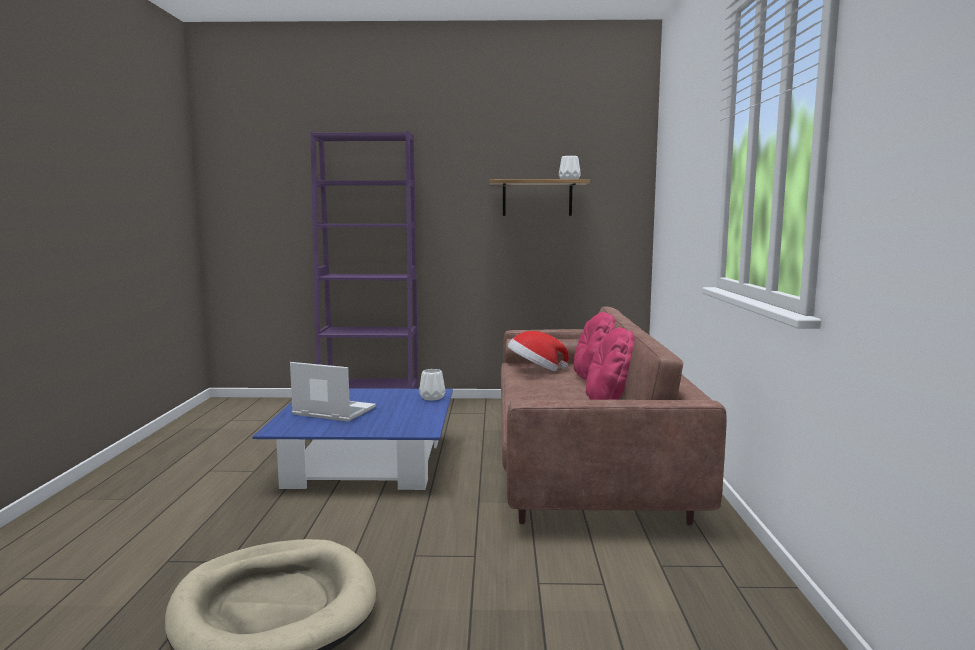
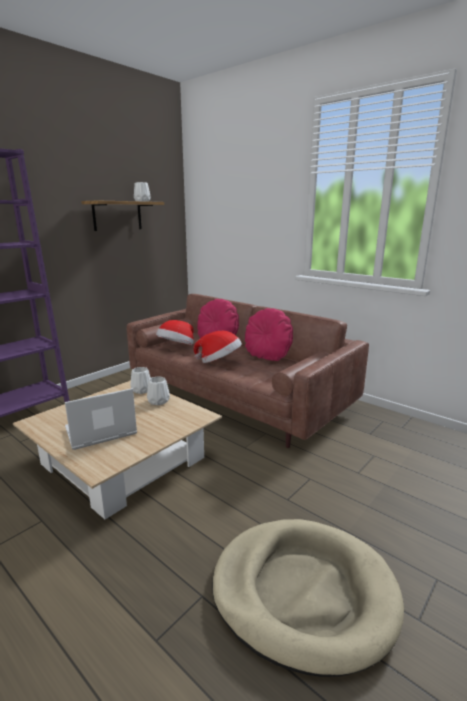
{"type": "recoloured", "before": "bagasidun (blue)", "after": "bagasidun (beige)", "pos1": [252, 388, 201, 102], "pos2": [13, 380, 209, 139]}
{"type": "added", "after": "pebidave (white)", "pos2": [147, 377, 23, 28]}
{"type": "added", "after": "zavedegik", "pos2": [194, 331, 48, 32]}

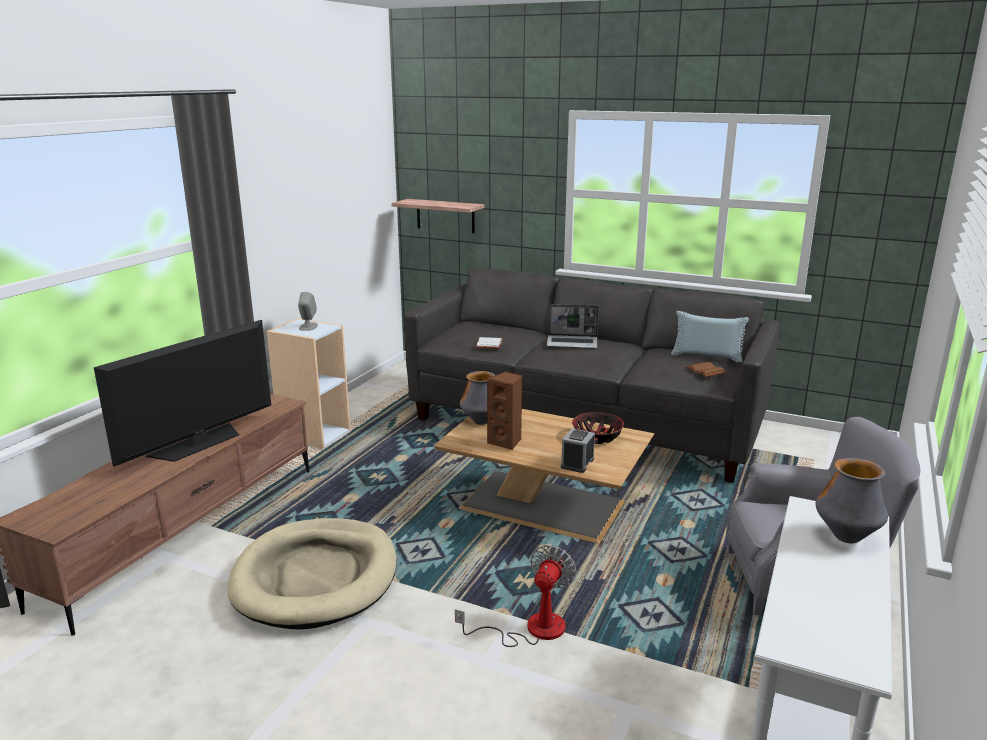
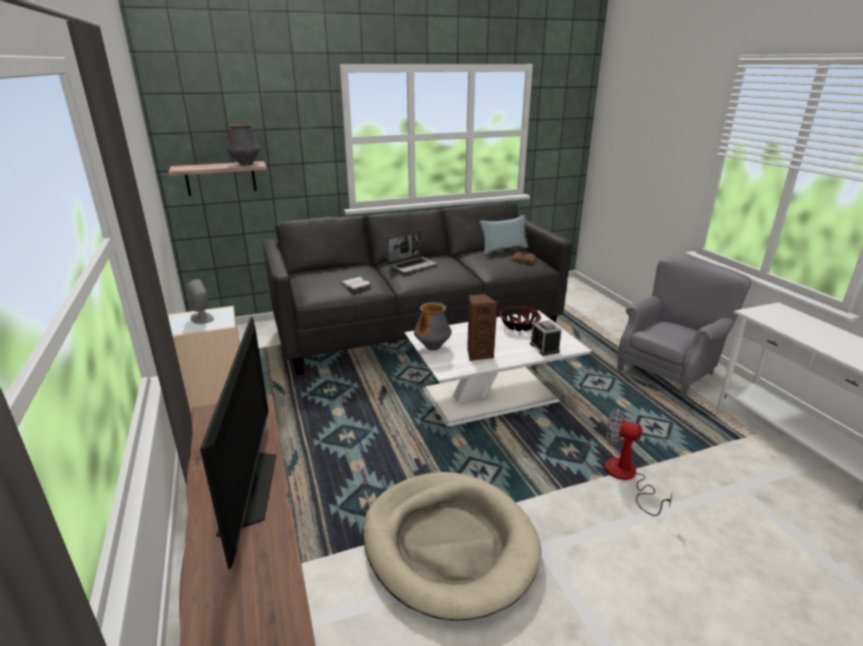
{"type": "moved", "before": "pebidave", "pos1": [815, 458, 73, 85], "pos2": [227, 124, 33, 42]}
{"type": "recoloured", "before": "bagasidun (brown)", "after": "bagasidun (white)", "pos1": [434, 409, 220, 134], "pos2": [404, 311, 187, 116]}
{"type": "turned", "before": "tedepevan", "pos1": [455, 545, 122, 102], "pos2": [605, 408, 67, 108], "turn": -45}

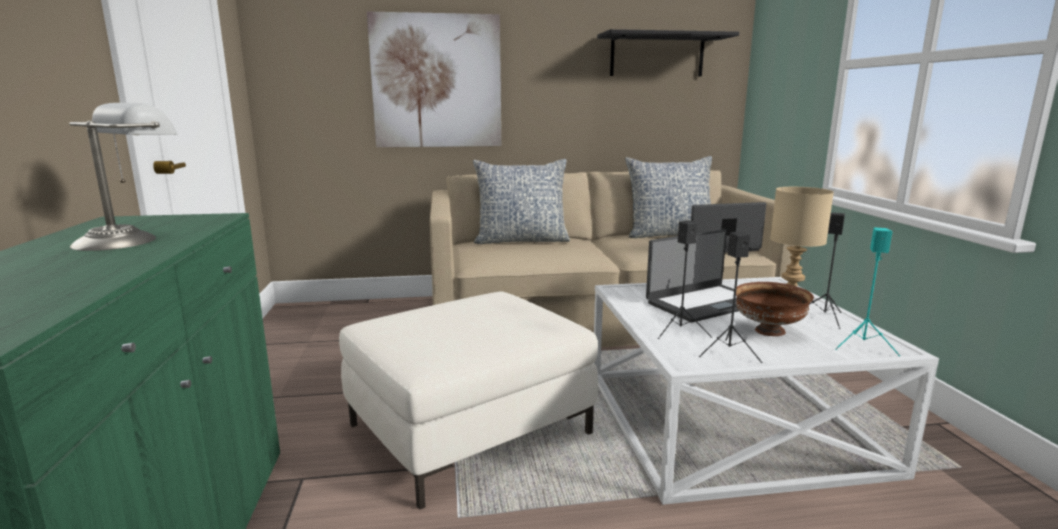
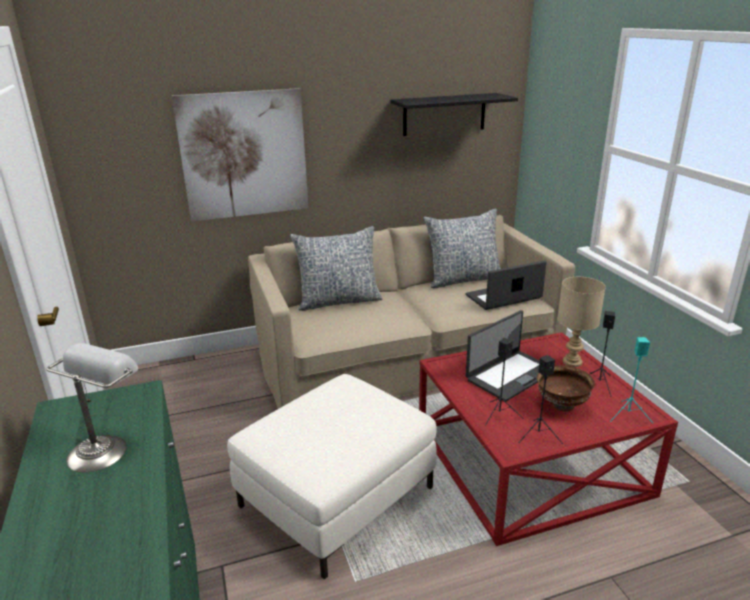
{"type": "recoloured", "before": "bagasidun (white)", "after": "bagasidun (red)", "pos1": [594, 277, 345, 228], "pos2": [419, 332, 259, 214]}

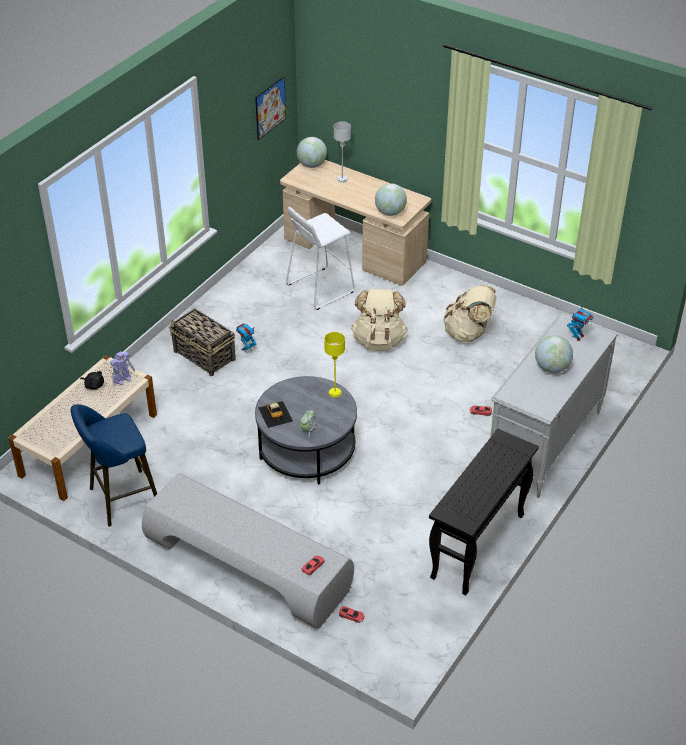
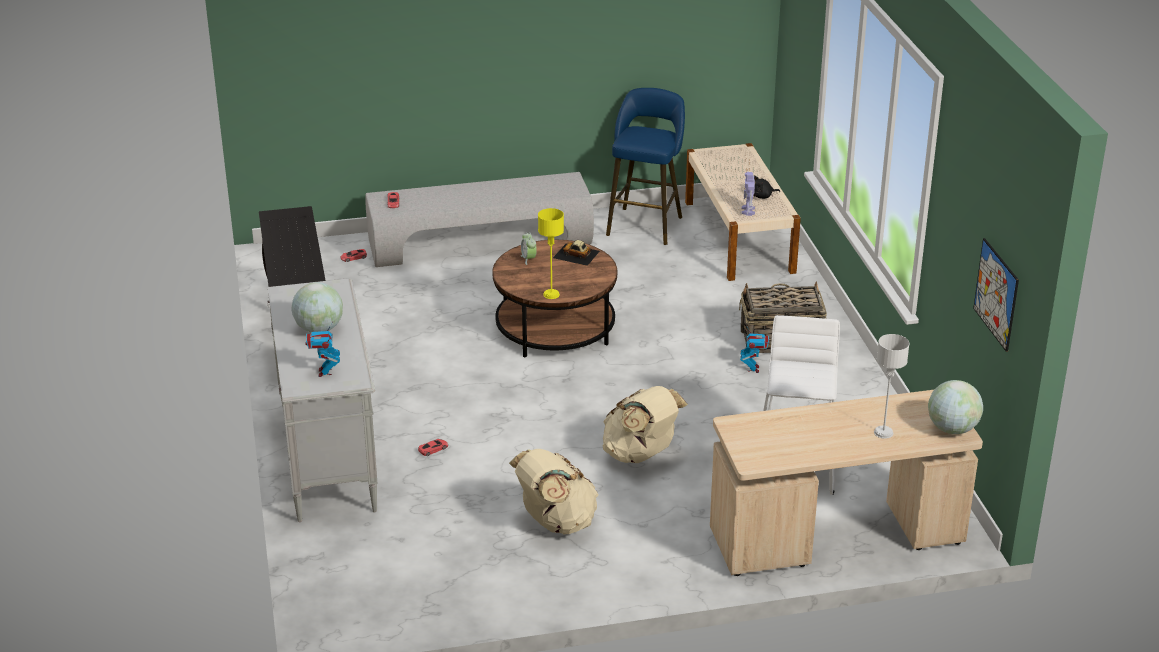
{"type": "recoloured", "before": "bagasidun (grey)", "after": "bagasidun (brown)", "pos1": [255, 376, 102, 109], "pos2": [492, 240, 125, 118]}
{"type": "removed", "before": "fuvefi", "pos1": [375, 183, 32, 33]}

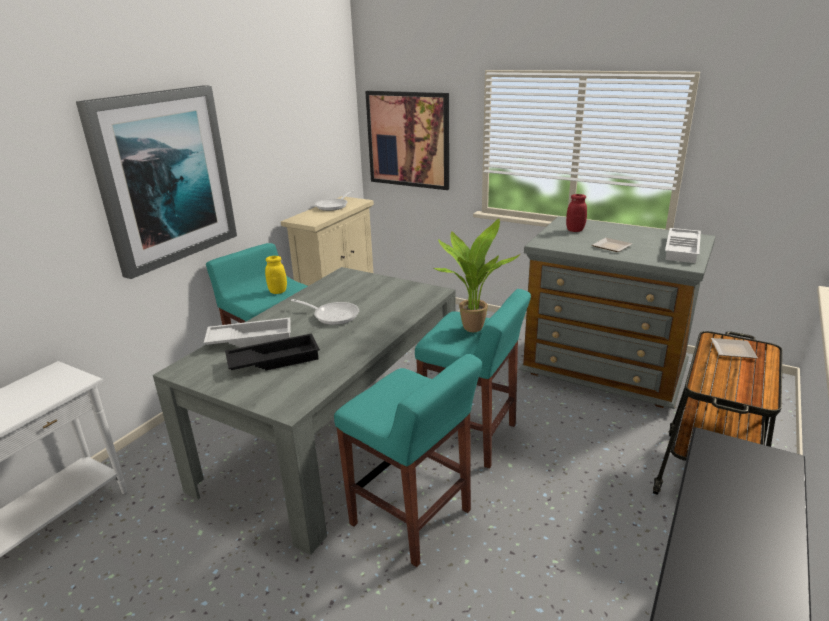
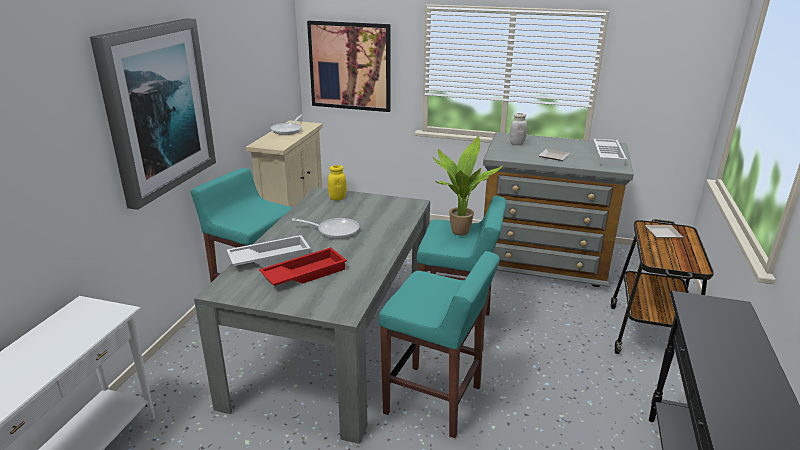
{"type": "recoloured", "before": "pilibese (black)", "after": "pilibese (red)", "pos1": [225, 333, 95, 38], "pos2": [259, 247, 88, 39]}
{"type": "moved", "before": "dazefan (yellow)", "pos1": [265, 256, 22, 38], "pos2": [328, 165, 19, 36]}
{"type": "recoloured", "before": "dazefan (red)", "after": "dazefan (white)", "pos1": [566, 194, 21, 38], "pos2": [510, 113, 17, 32]}

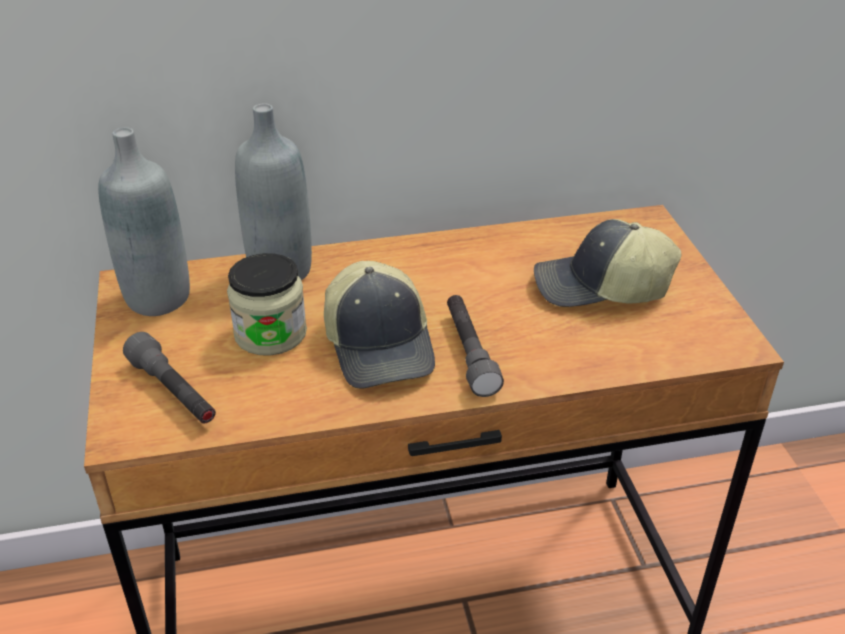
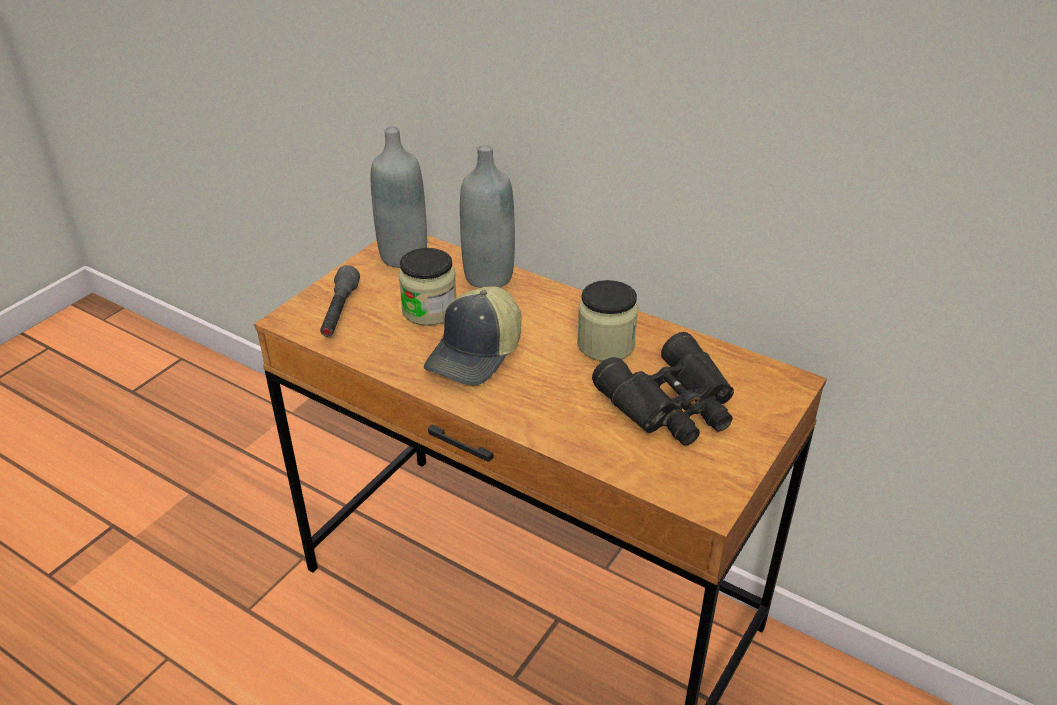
{"type": "added", "after": "dazefan", "pos2": [577, 280, 61, 81]}
{"type": "replaced", "before": "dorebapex", "after": "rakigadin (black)", "pos1": [534, 219, 148, 88], "pos2": [592, 332, 142, 113]}
{"type": "removed", "before": "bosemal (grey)", "pos1": [447, 295, 57, 102]}

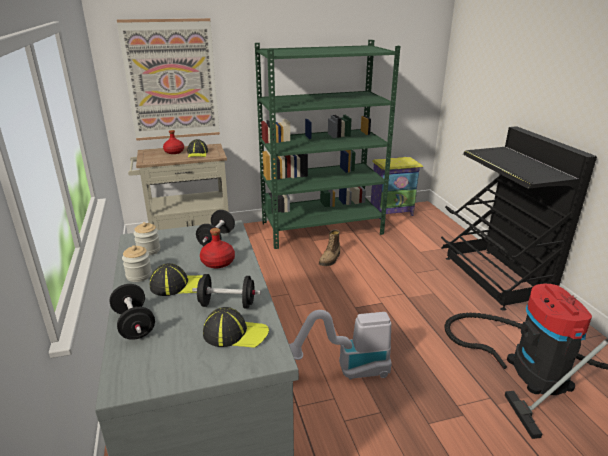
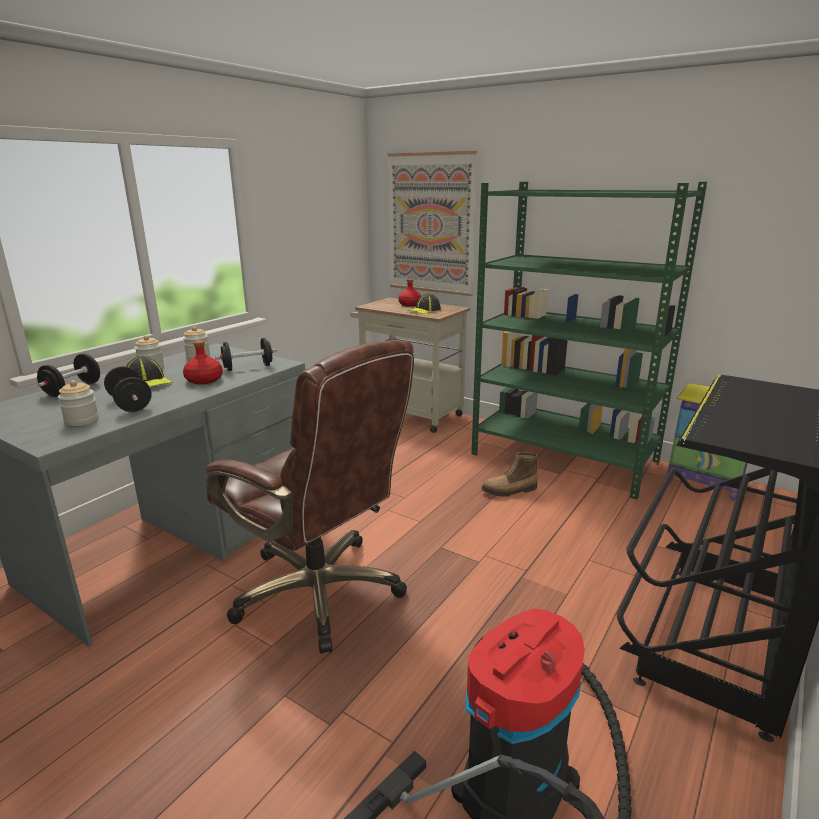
{"type": "replaced", "before": "dorebapex", "after": "dazefan", "pos1": [203, 307, 66, 41], "pos2": [58, 380, 41, 46]}
{"type": "replaced", "before": "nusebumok", "after": "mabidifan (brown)", "pos1": [289, 310, 103, 70], "pos2": [205, 340, 209, 314]}

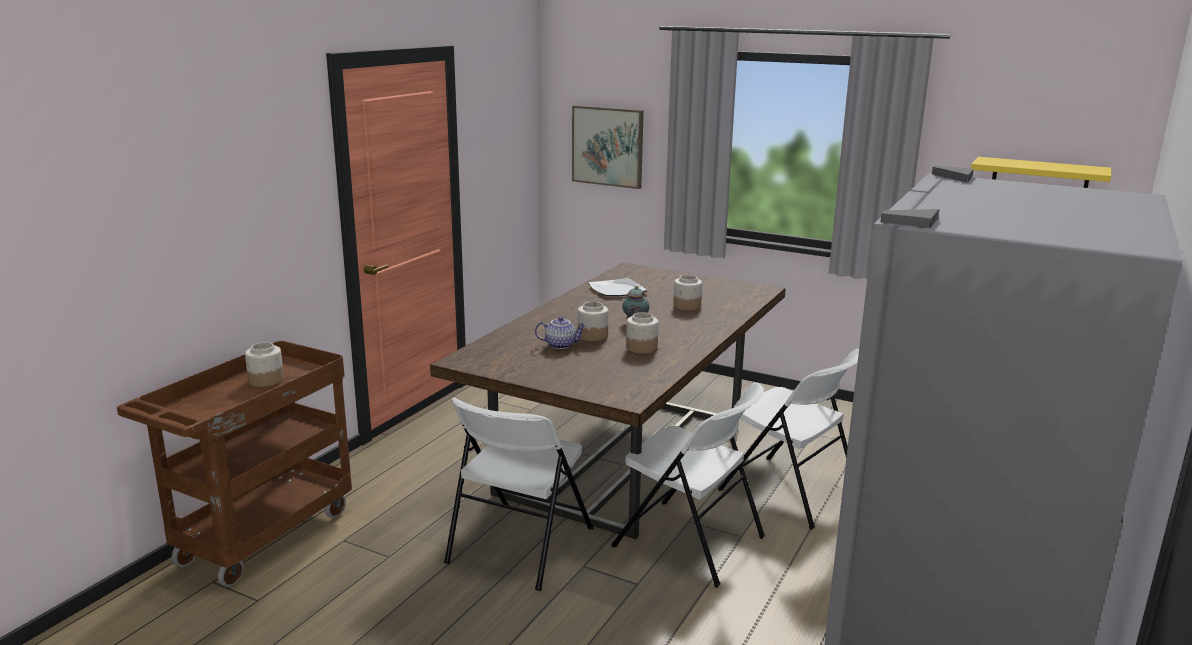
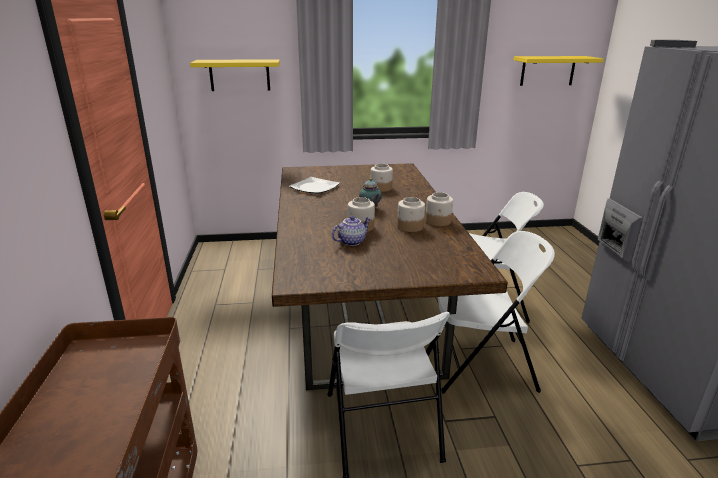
{"type": "replaced", "before": "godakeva", "after": "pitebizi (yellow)", "pos1": [572, 105, 72, 84], "pos2": [190, 59, 90, 32]}
{"type": "moved", "before": "dazefan", "pos1": [245, 342, 39, 45], "pos2": [426, 192, 27, 34]}

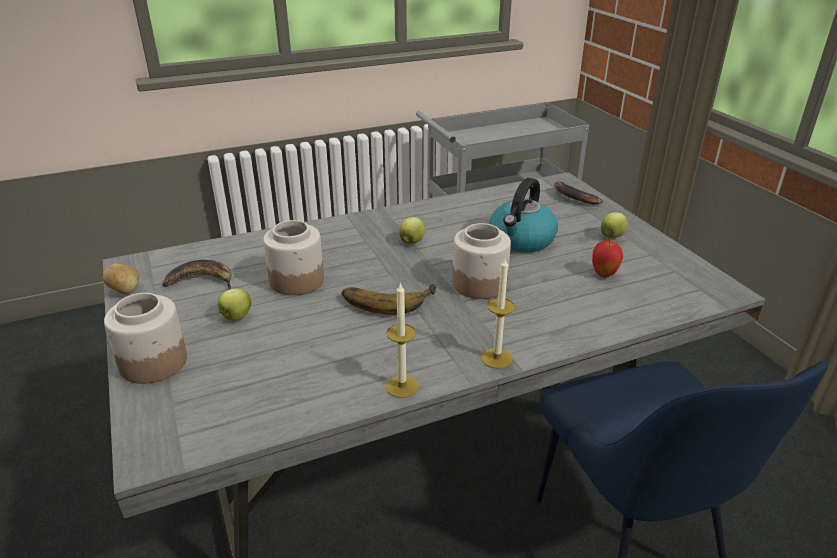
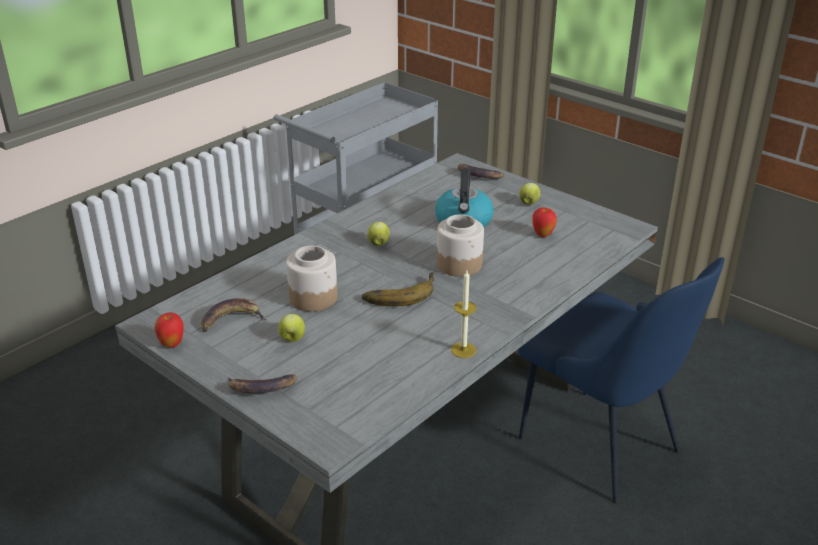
{"type": "replaced", "before": "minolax", "after": "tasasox", "pos1": [103, 264, 36, 31], "pos2": [154, 312, 30, 36]}
{"type": "replaced", "before": "dazefan", "after": "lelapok", "pos1": [104, 293, 83, 91], "pos2": [228, 374, 69, 20]}
{"type": "removed", "before": "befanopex", "pos1": [481, 258, 34, 111]}

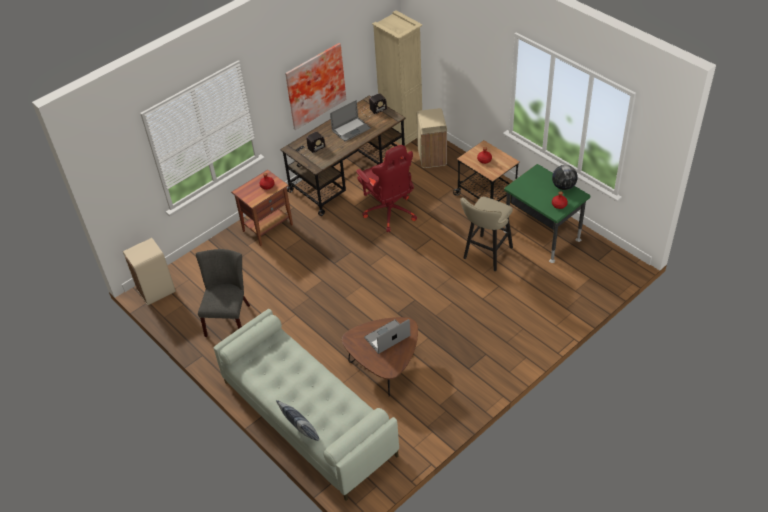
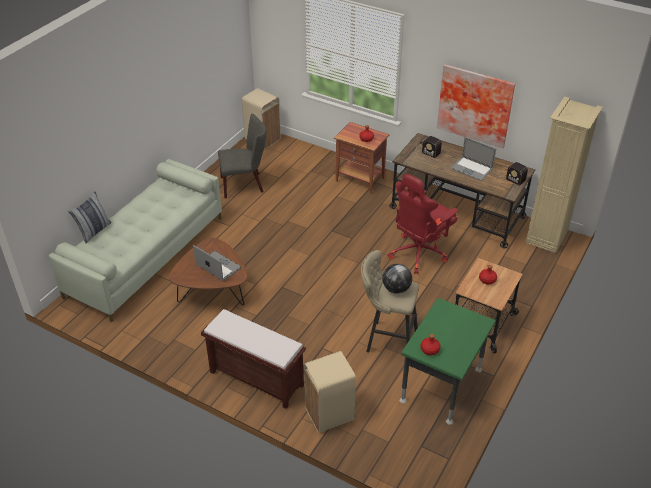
{"type": "added", "after": "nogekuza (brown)", "pos2": [201, 309, 105, 100]}
{"type": "moved", "before": "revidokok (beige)", "pos1": [417, 108, 30, 60], "pos2": [304, 351, 52, 82]}
{"type": "moved", "before": "fuvefi", "pos1": [552, 165, 26, 25], "pos2": [382, 264, 30, 30]}

